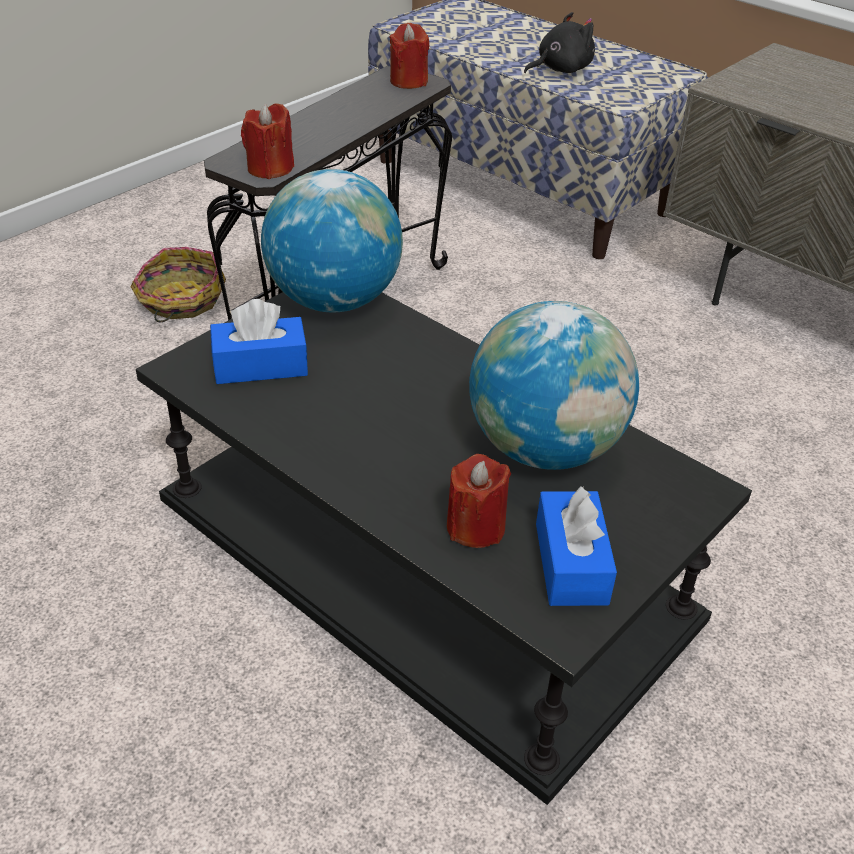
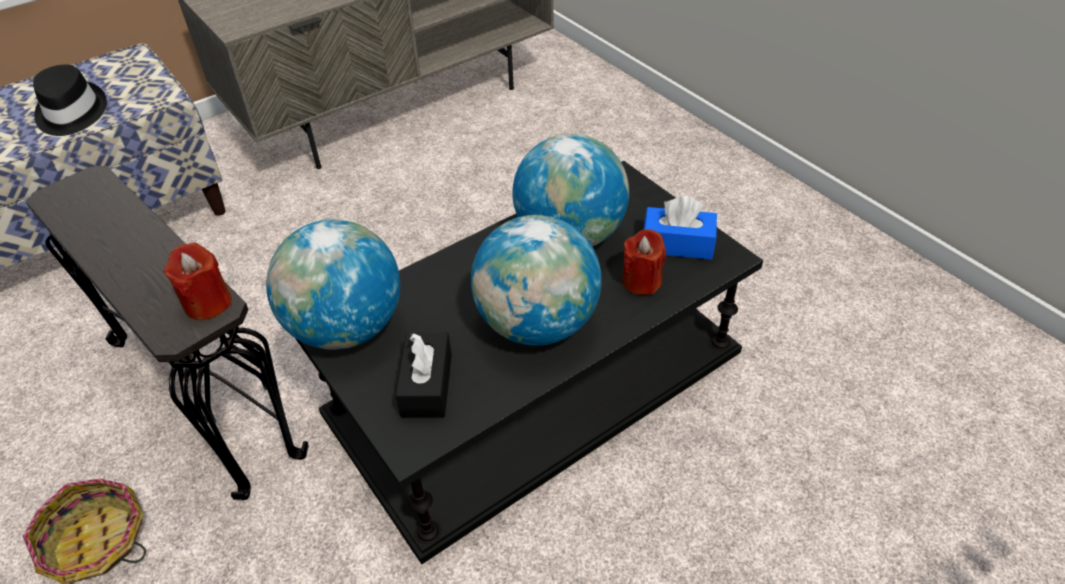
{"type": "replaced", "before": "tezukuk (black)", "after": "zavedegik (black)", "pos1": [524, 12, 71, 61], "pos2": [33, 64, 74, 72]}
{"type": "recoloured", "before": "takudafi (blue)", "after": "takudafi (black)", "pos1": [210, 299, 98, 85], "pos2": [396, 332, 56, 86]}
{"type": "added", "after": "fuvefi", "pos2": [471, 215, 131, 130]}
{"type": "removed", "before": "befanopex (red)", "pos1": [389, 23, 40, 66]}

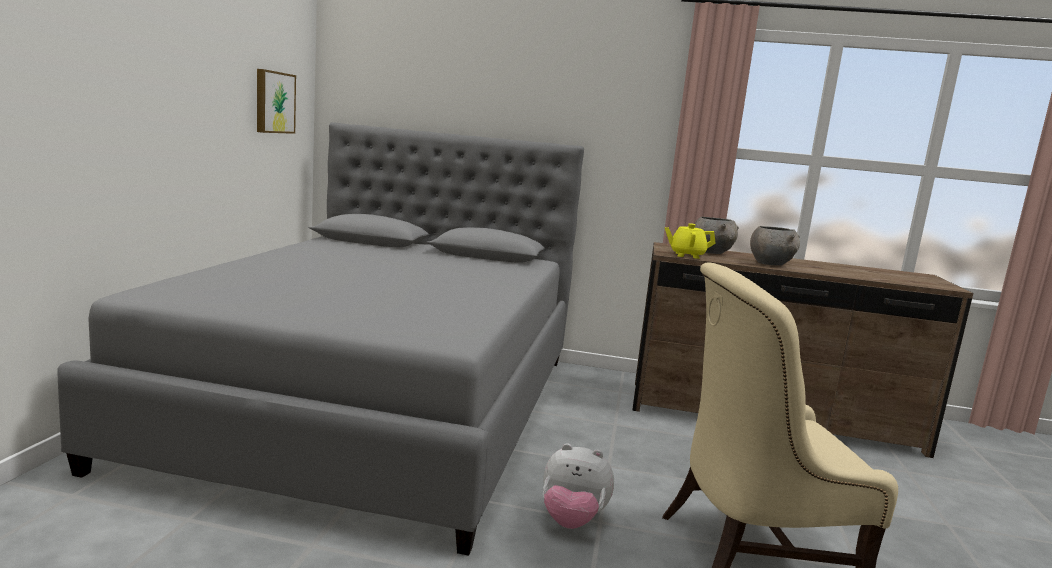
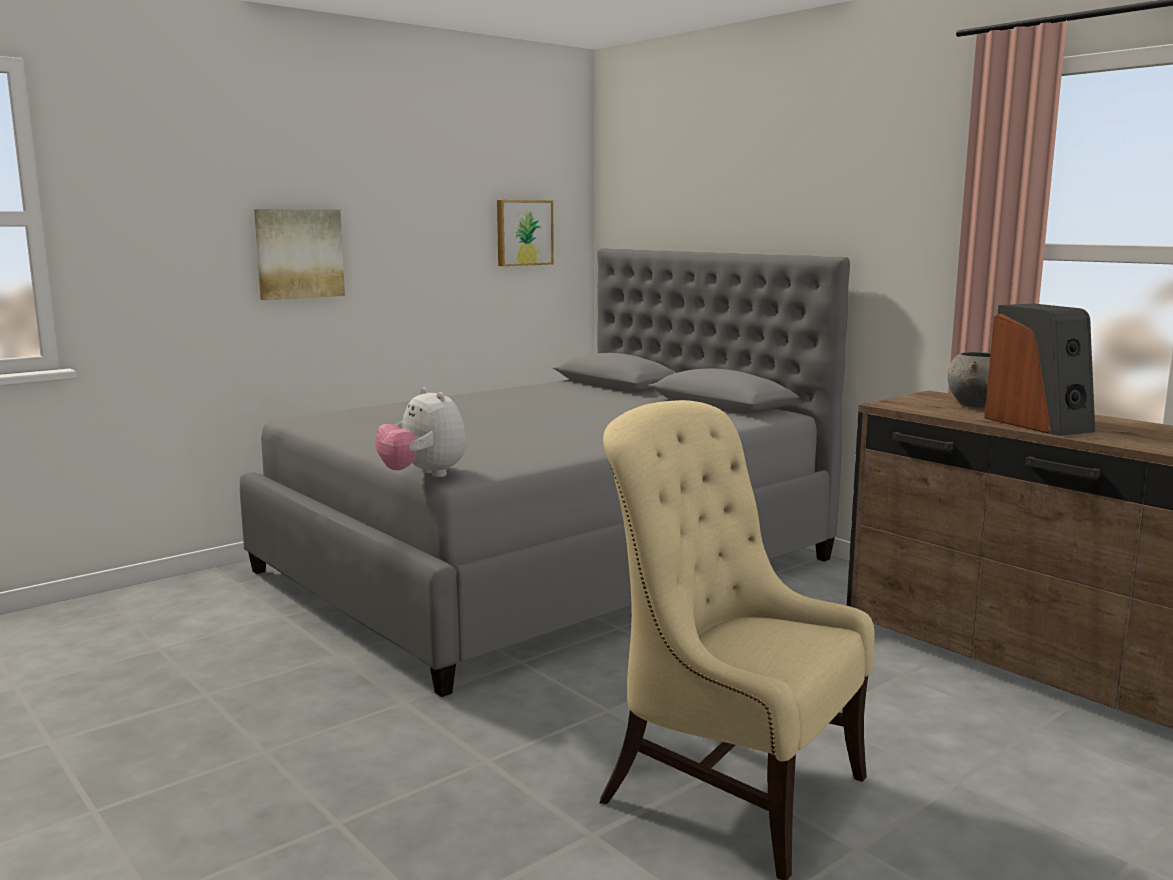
{"type": "added", "after": "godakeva", "pos2": [254, 209, 91, 91]}
{"type": "moved", "before": "tezukuk", "pos1": [543, 444, 71, 85], "pos2": [375, 387, 91, 90]}
{"type": "replaced", "before": "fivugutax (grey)", "after": "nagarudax", "pos1": [750, 226, 50, 40], "pos2": [984, 304, 111, 132]}
{"type": "removed", "before": "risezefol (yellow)", "pos1": [665, 223, 51, 36]}

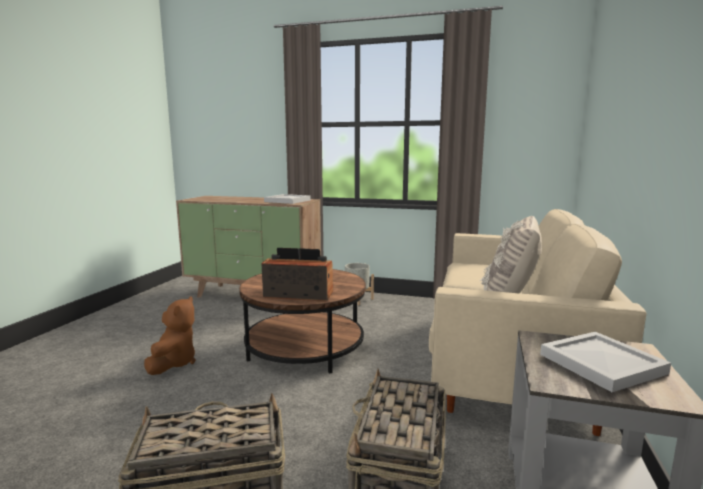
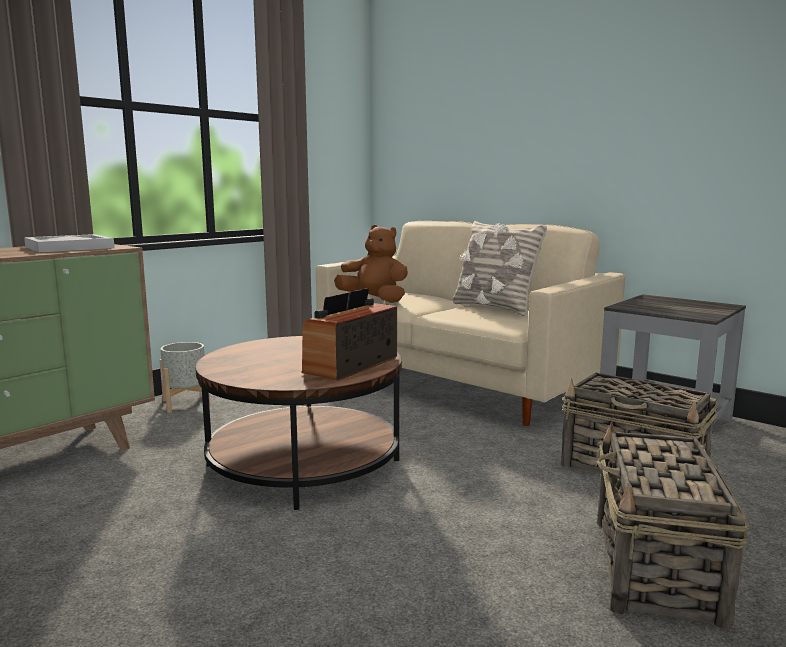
{"type": "moved", "before": "tezukuk (brown)", "pos1": [144, 296, 52, 79], "pos2": [334, 225, 74, 78]}
{"type": "removed", "before": "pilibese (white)", "pos1": [540, 332, 131, 60]}

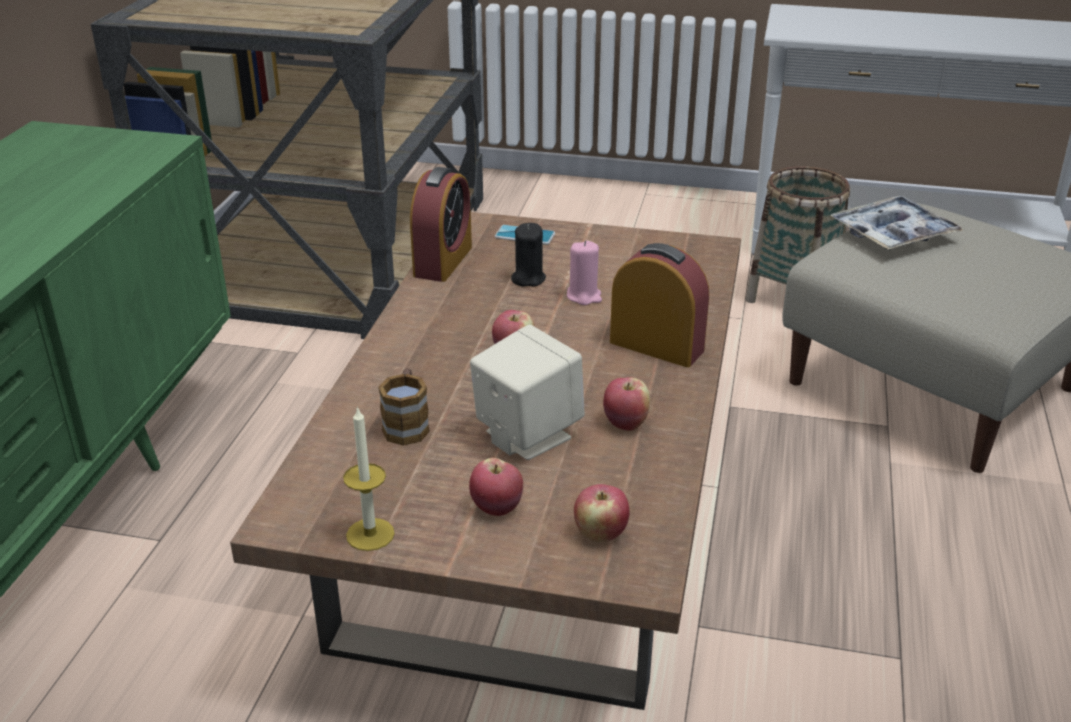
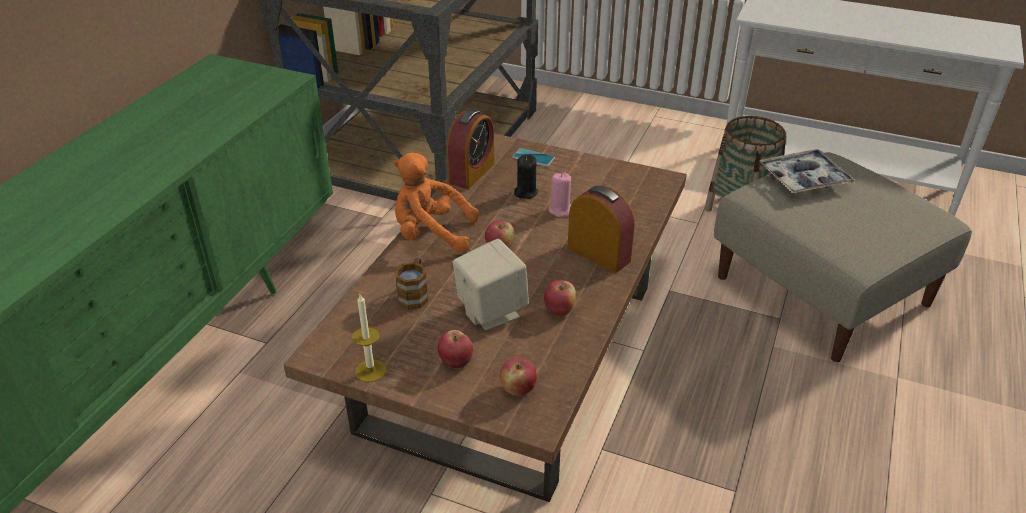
{"type": "added", "after": "tezukuk (orange)", "pos2": [393, 153, 86, 100]}

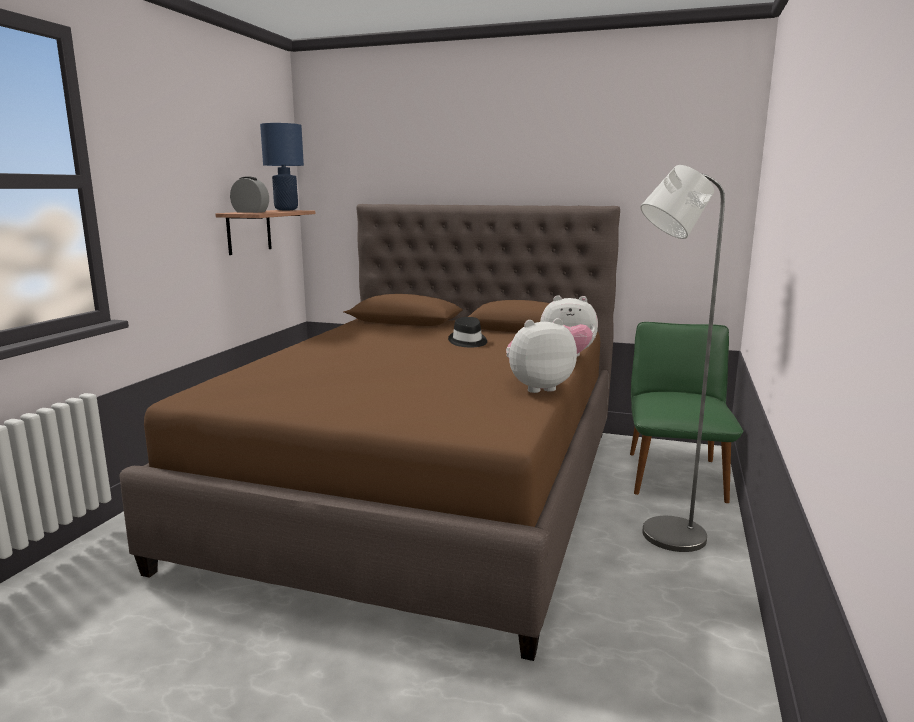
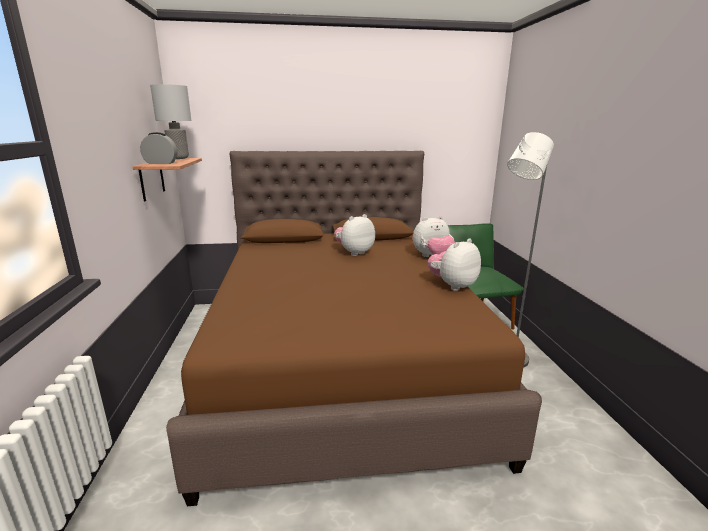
{"type": "recoloured", "before": "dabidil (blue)", "after": "dabidil (grey)", "pos1": [260, 123, 44, 88], "pos2": [150, 84, 41, 75]}
{"type": "replaced", "before": "zavedegik (black)", "after": "tezukuk", "pos1": [448, 317, 39, 31], "pos2": [334, 214, 41, 42]}

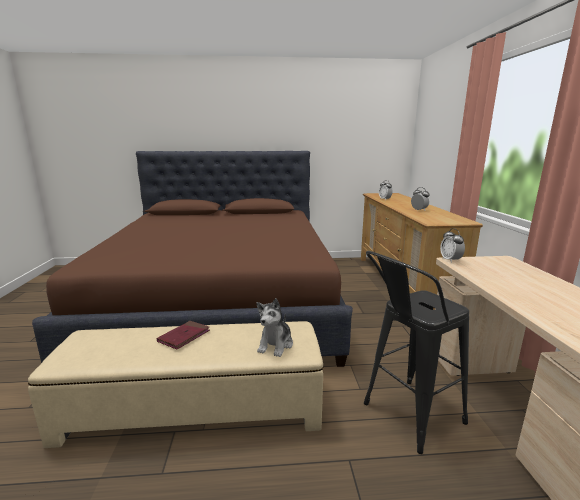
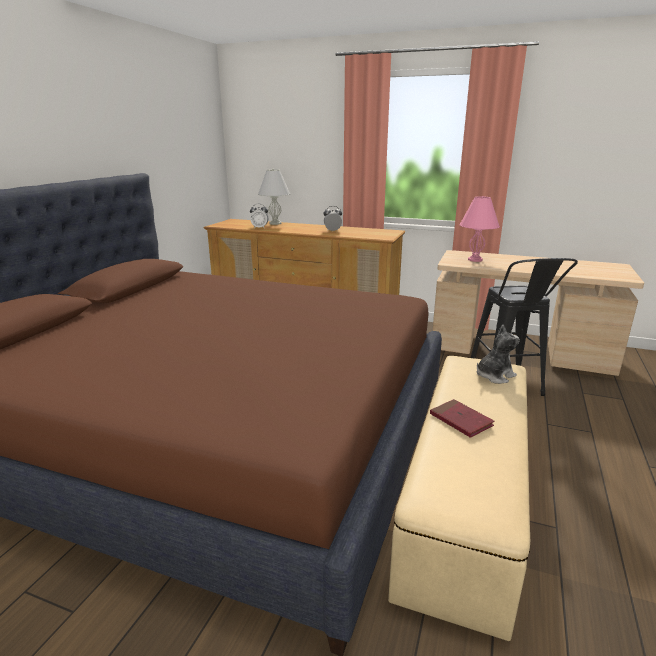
{"type": "added", "after": "dabidil (white)", "pos2": [258, 169, 32, 56]}
{"type": "added", "after": "dabidil (pink)", "pos2": [459, 196, 41, 66]}
{"type": "turned", "before": "tezukuk", "pos1": [256, 298, 37, 59], "pos2": [477, 325, 43, 59], "turn": -75}
{"type": "removed", "before": "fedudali", "pos1": [440, 228, 25, 35]}

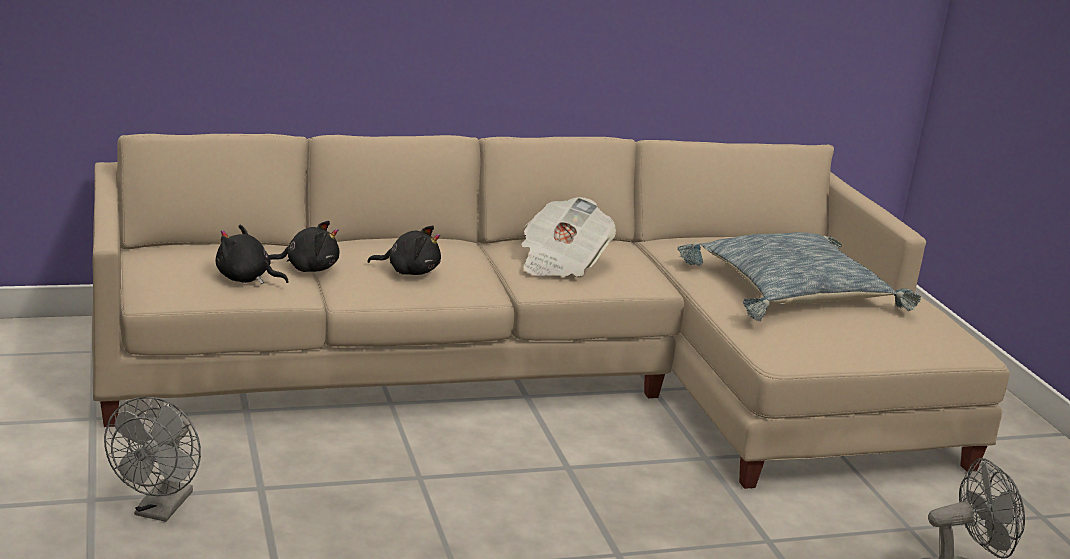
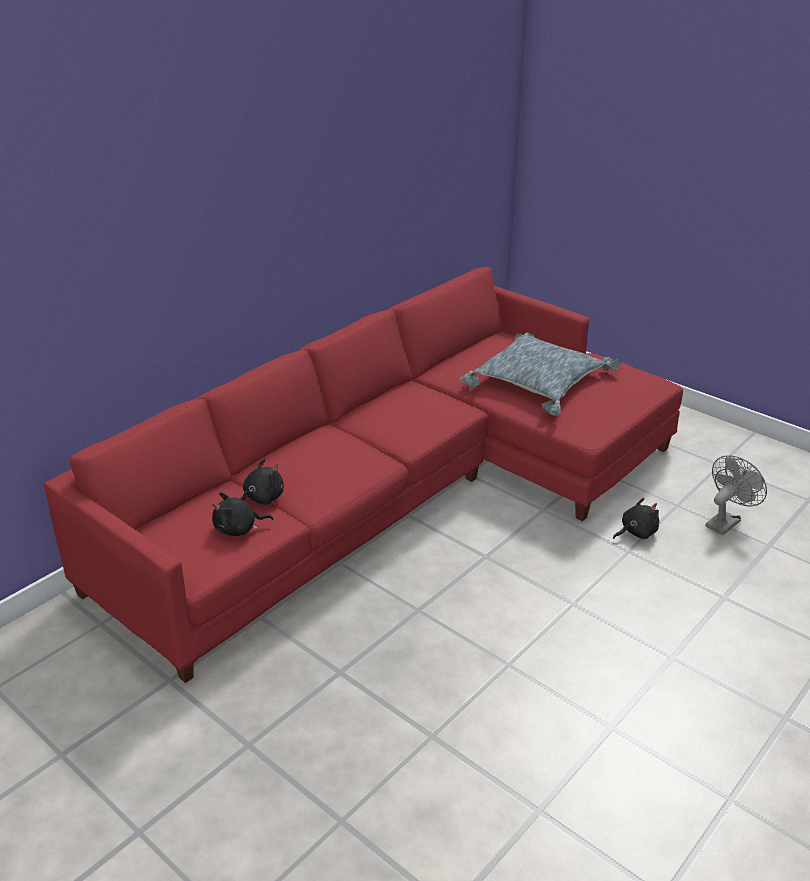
{"type": "recoloured", "before": "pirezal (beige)", "after": "pirezal (red)", "pos1": [92, 134, 918, 355], "pos2": [44, 267, 639, 416]}
{"type": "moved", "before": "tezukuk (black)", "pos1": [367, 226, 74, 49], "pos2": [613, 498, 46, 41]}
{"type": "removed", "before": "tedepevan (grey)", "pos1": [104, 397, 97, 125]}
{"type": "removed", "before": "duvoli", "pos1": [521, 197, 95, 80]}

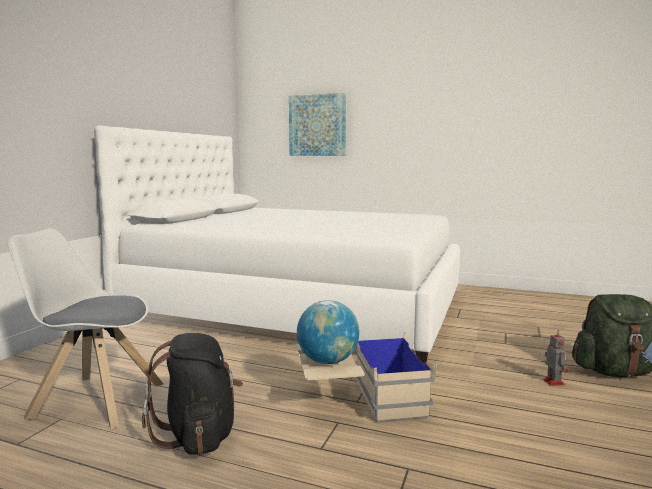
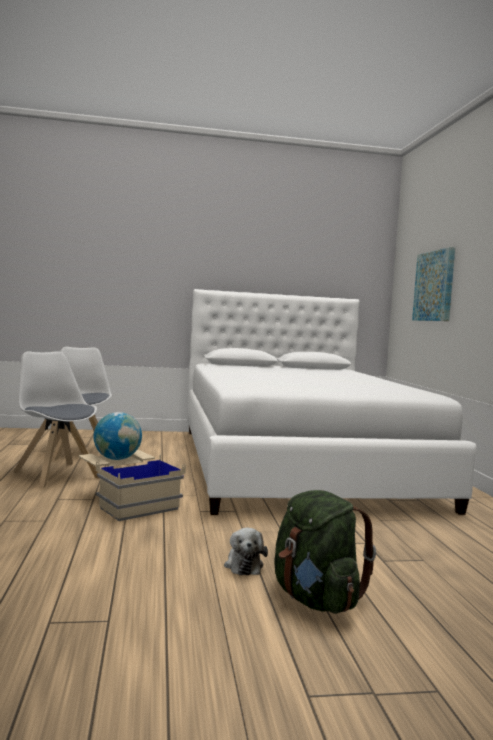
{"type": "replaced", "before": "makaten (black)", "after": "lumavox", "pos1": [142, 333, 101, 122], "pos2": [12, 351, 87, 137]}
{"type": "replaced", "before": "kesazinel", "after": "tezukuk", "pos1": [543, 330, 25, 56], "pos2": [224, 528, 44, 47]}

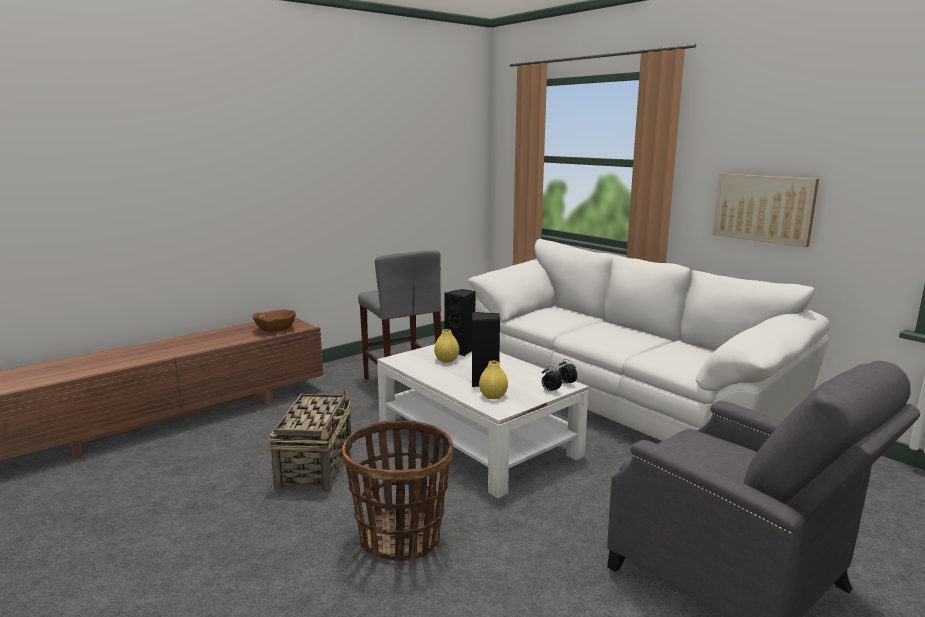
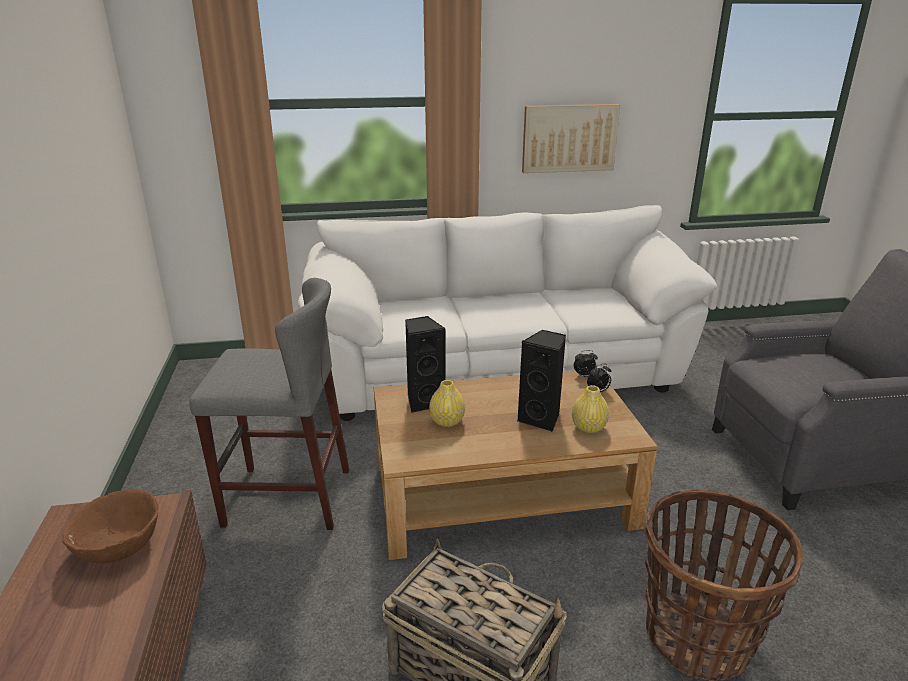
{"type": "recoloured", "before": "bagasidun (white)", "after": "bagasidun (brown)", "pos1": [377, 344, 212, 154], "pos2": [374, 370, 284, 190]}

